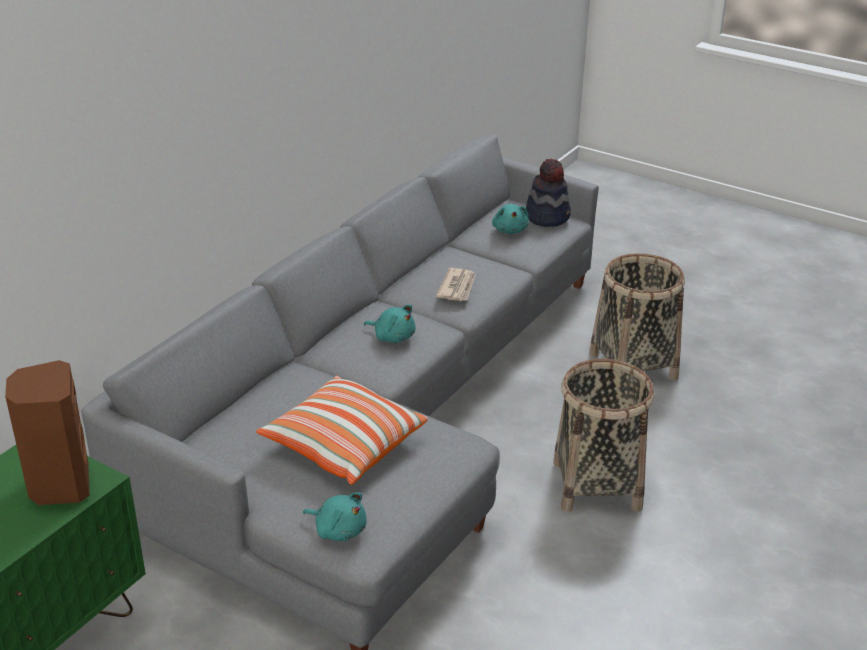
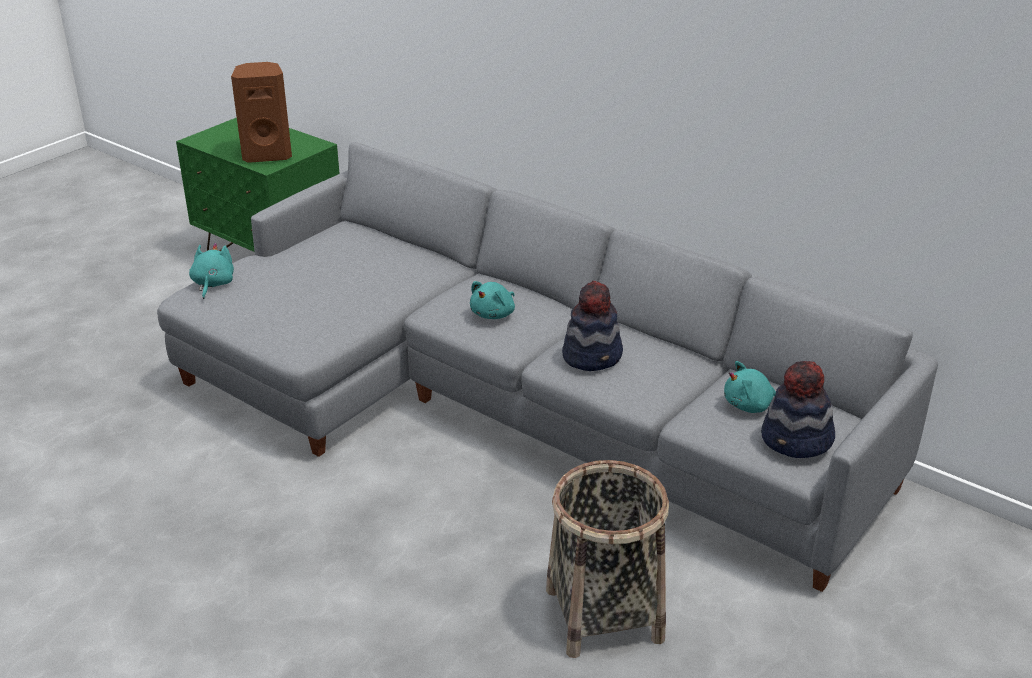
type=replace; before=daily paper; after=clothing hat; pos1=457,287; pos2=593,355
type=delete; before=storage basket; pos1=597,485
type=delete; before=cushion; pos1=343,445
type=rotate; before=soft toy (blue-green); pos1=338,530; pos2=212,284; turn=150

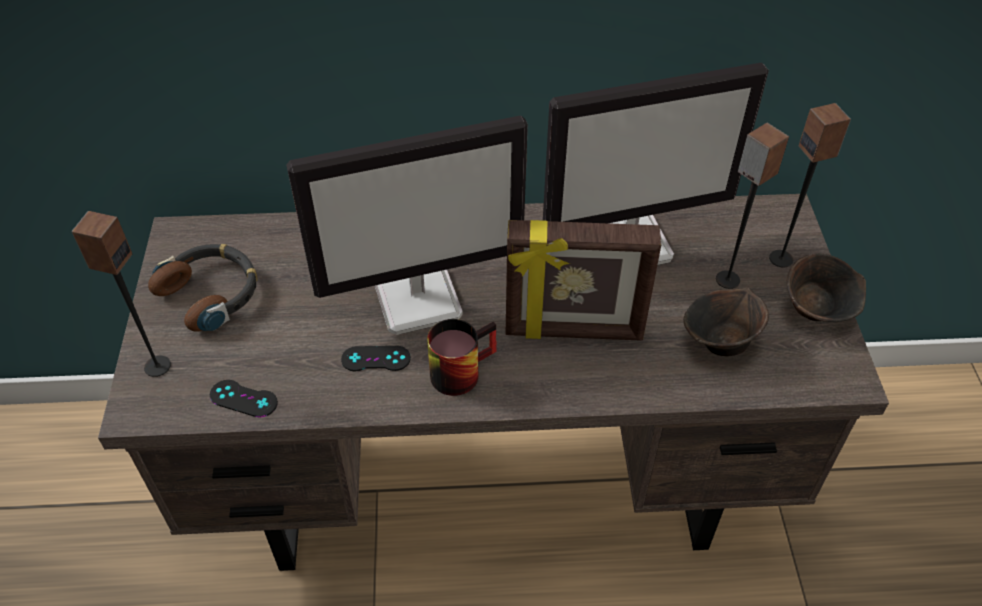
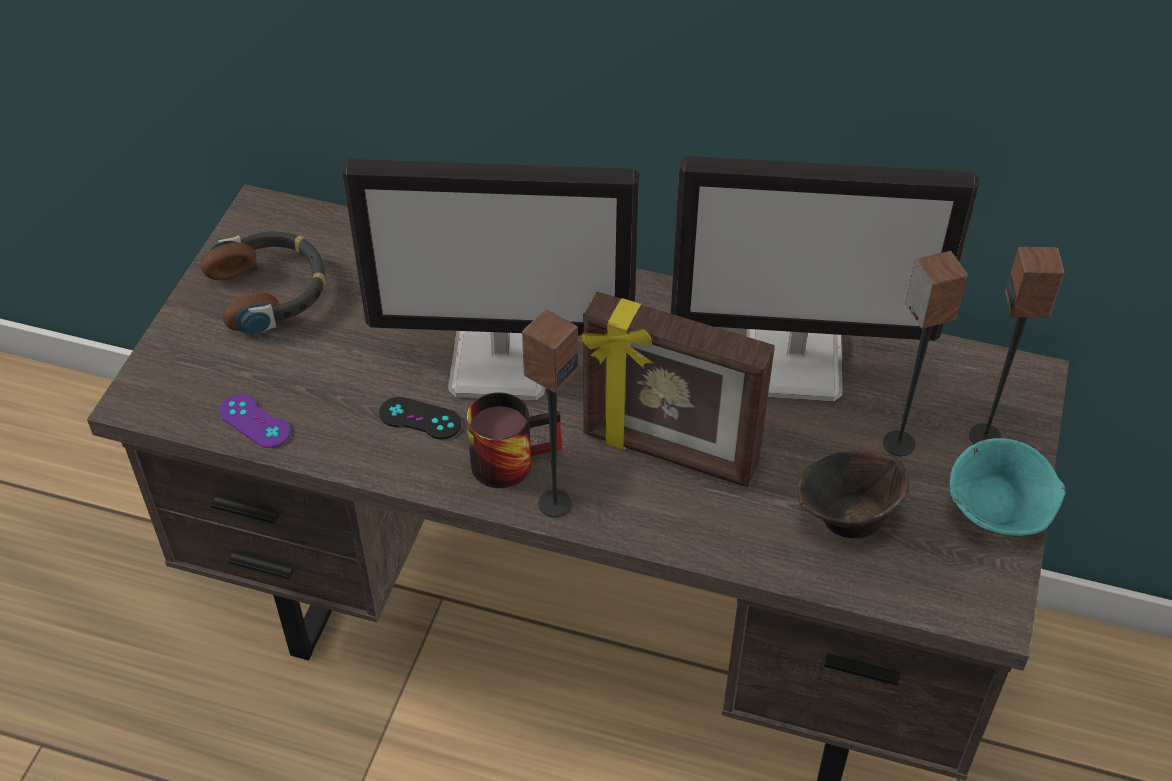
type=move; before=loudspeaker; pos1=157,366; pos2=554,503
type=recolor; before=deep dish (brown); after=deep dish (blue-green); pos1=817,310; pos2=997,515
type=recolor; before=gamepad (blackish); after=gamepad (purple-coloured); pos1=243,399; pos2=255,421

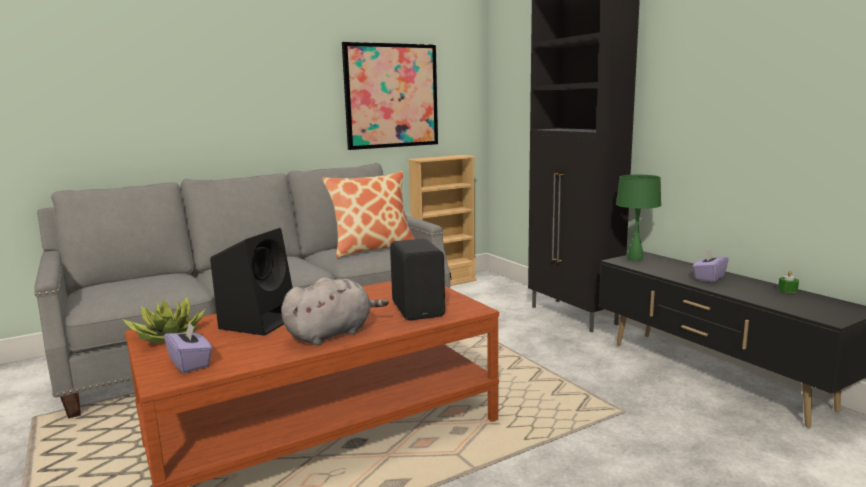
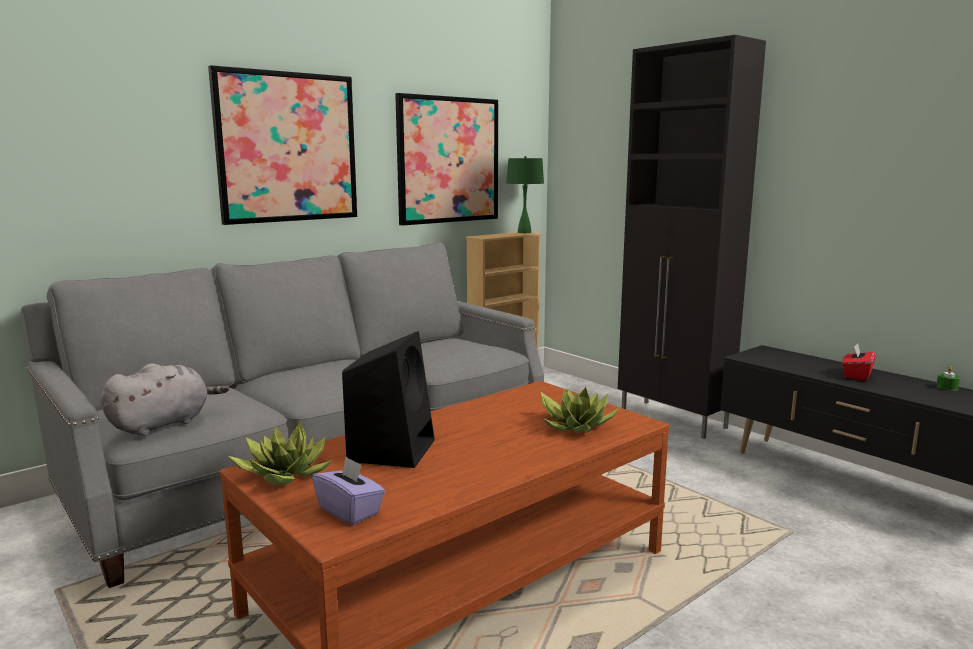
type=delete; before=cushion; pos1=372,249
type=move; before=table lamp (green-coloured); pos1=635,258; pos2=524,232
type=replace; before=loudspeaker (blackish); after=potted plant; pos1=419,309; pos2=576,425
type=recolor; before=box of tissues (purple-coloured); after=box of tissues (red-coloured); pos1=709,278; pos2=856,375
type=move; before=soft toy (greyish); pos1=332,334; pos2=164,424
type=insert; after=wall art; pos2=287,147

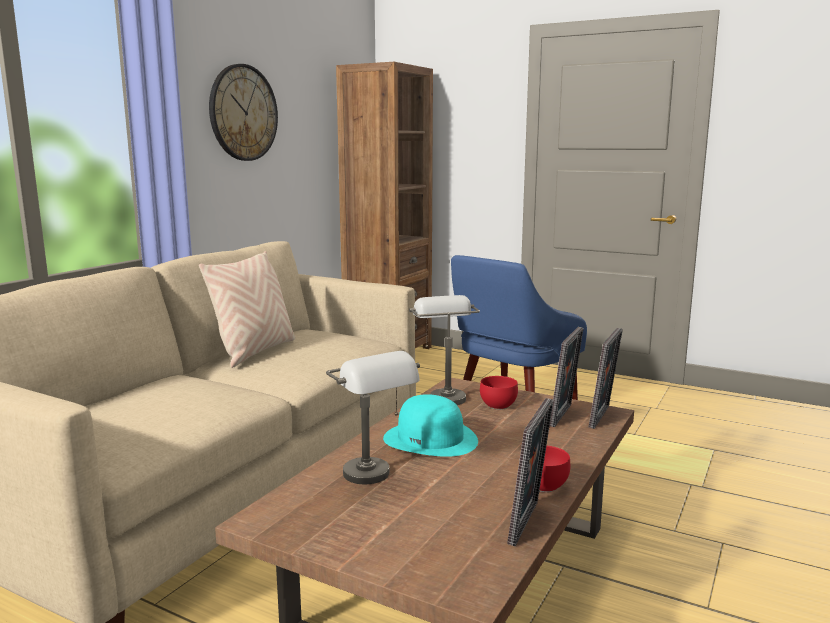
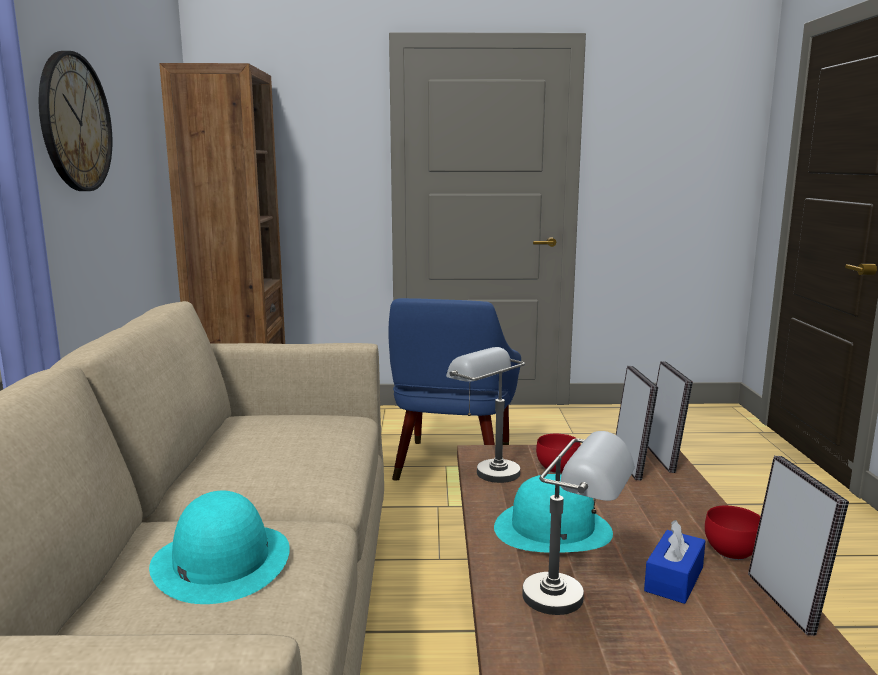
type=delete; before=cushion (sand-coloured); pos1=255,352
type=insert; after=clothing hat (blue-green); pos2=221,561
type=insert; after=box of tissues (bluish); pos2=674,579

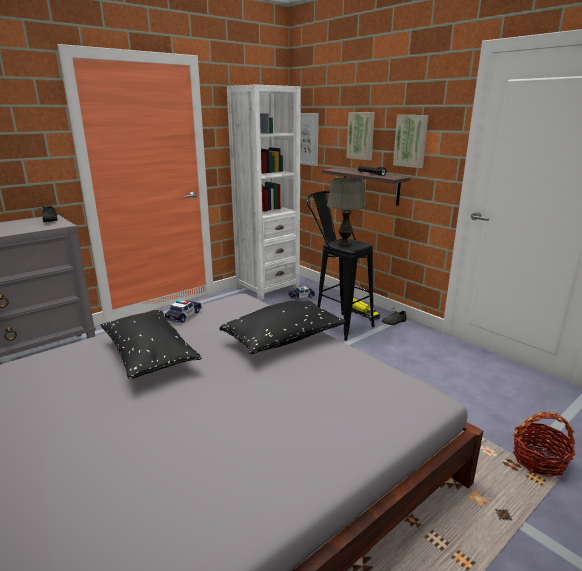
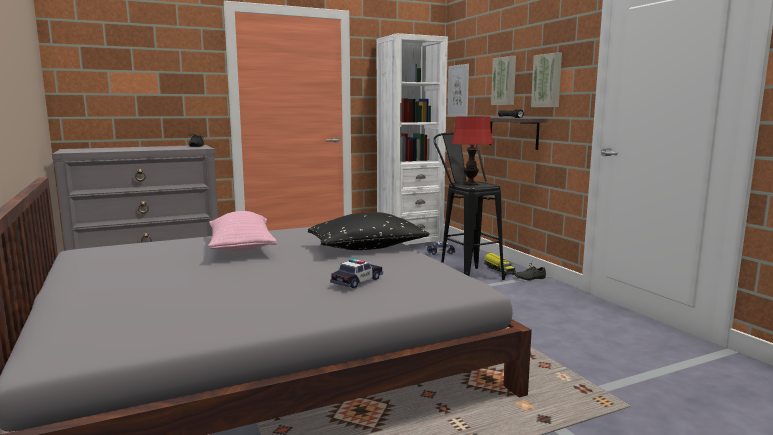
type=recolor; before=table lamp (greyish); after=table lamp (red-coloured); pos1=345,244; pos2=471,184
type=move; before=miniature car; pos1=183,315; pos2=357,281
type=recolor; before=cushion (blackish); after=cushion (pink-coloured); pos1=149,356; pos2=241,247
type=delete; before=storage basket; pos1=539,460

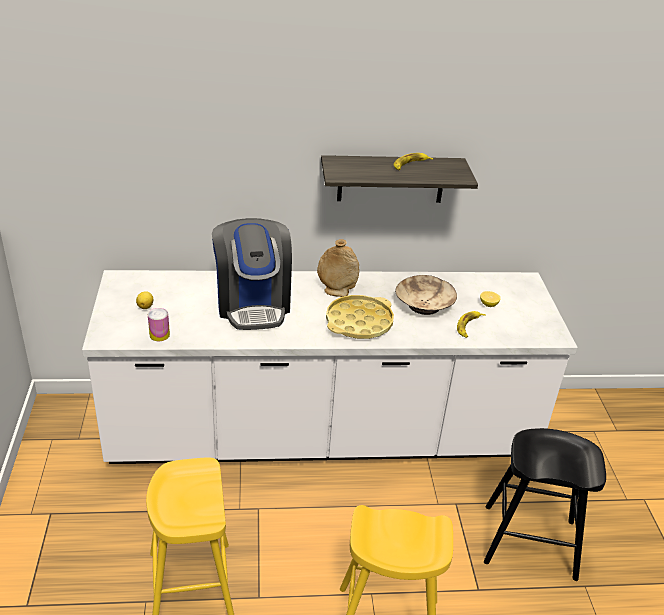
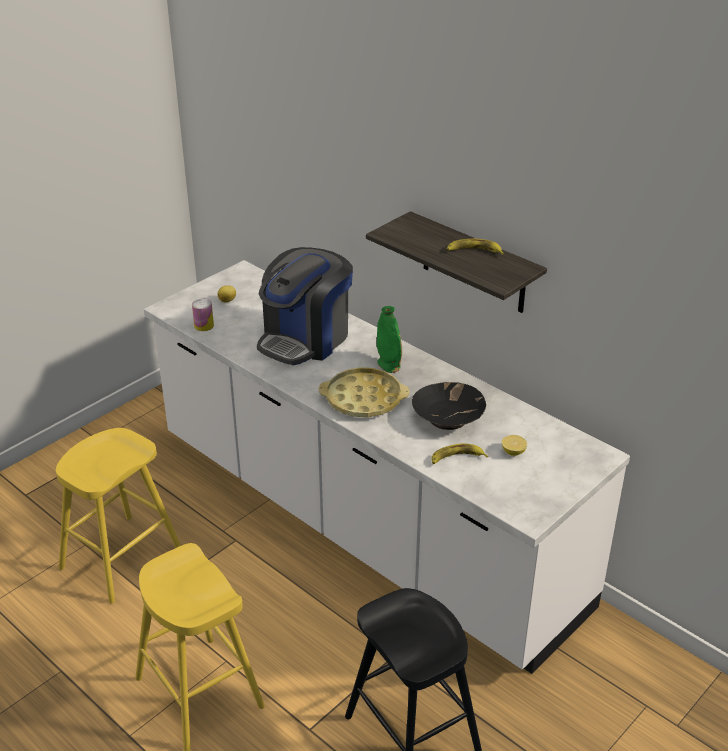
type=recolor; before=decorative vase (sand-coloured); after=decorative vase (green-coloured); pos1=336,292; pos2=388,365
type=recolor; before=deep dish (sand-coloured); after=deep dish (blackish); pos1=424,305; pos2=448,417

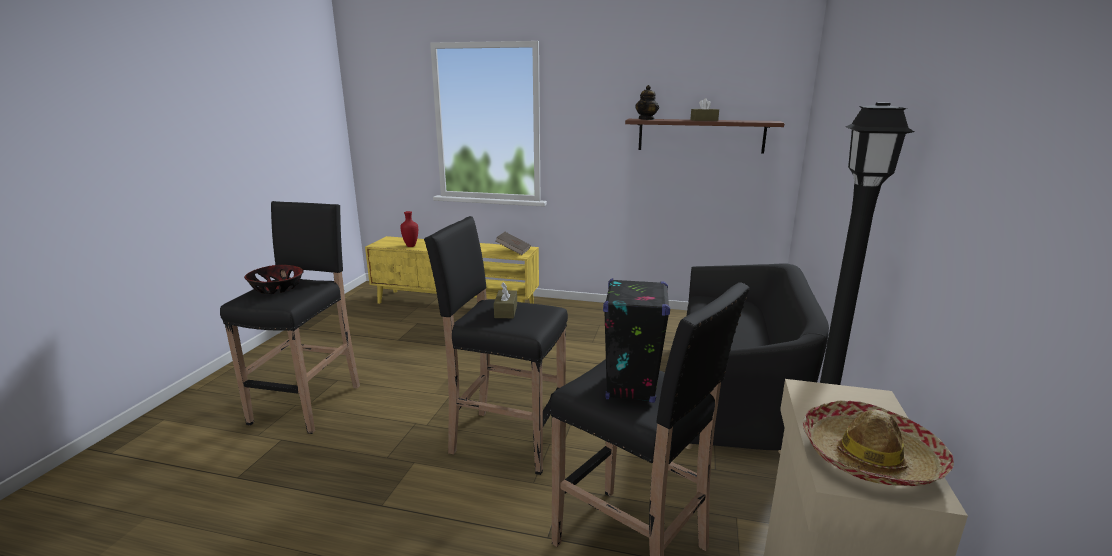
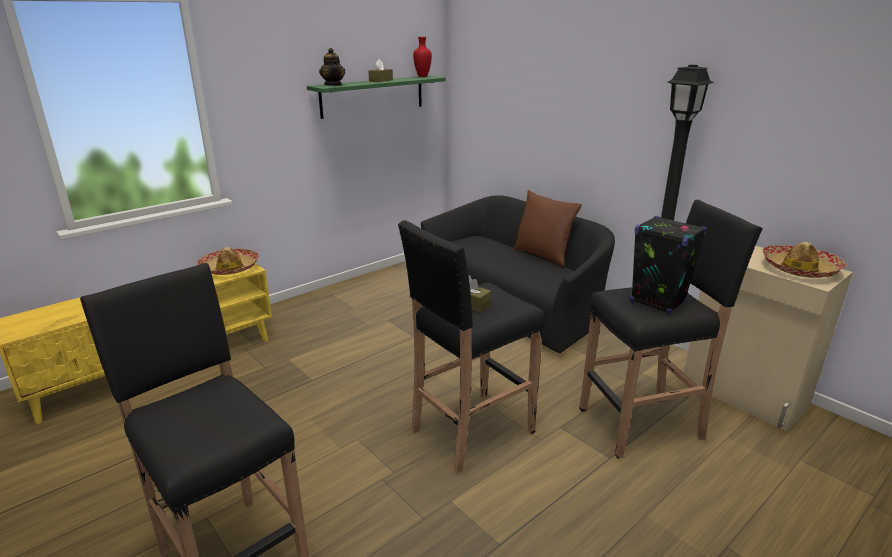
type=recolor; before=shelf (brown); after=shelf (green-coloured); pos1=701,135; pos2=373,96
type=move; before=decorative vase (red-coloured); pos1=410,246; pos2=422,76
type=replace; before=book (brown); after=clothing hat; pos1=513,251; pos2=229,268
type=delete; before=deep dish; pos1=277,289
type=insert; after=cushion (brown); pos2=543,256

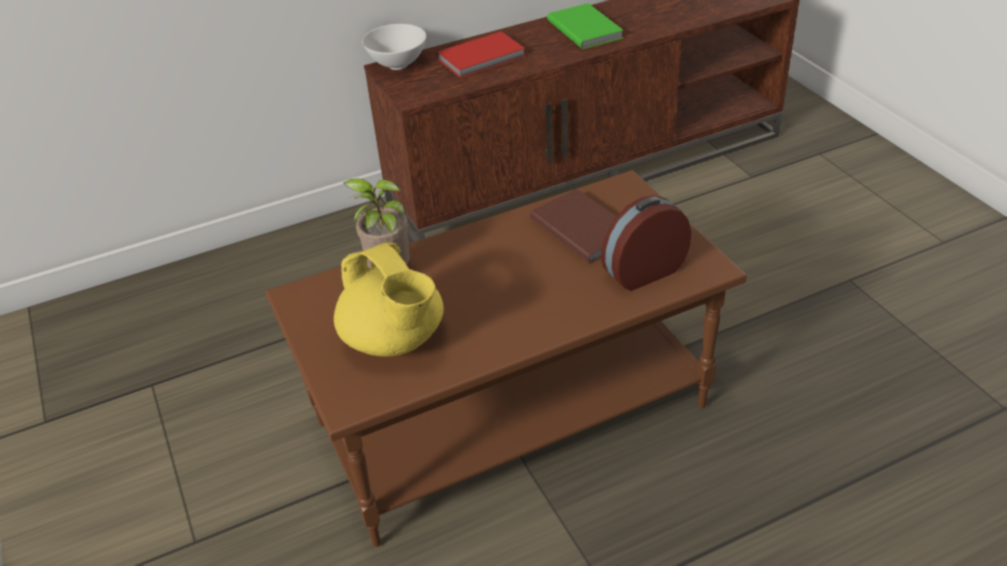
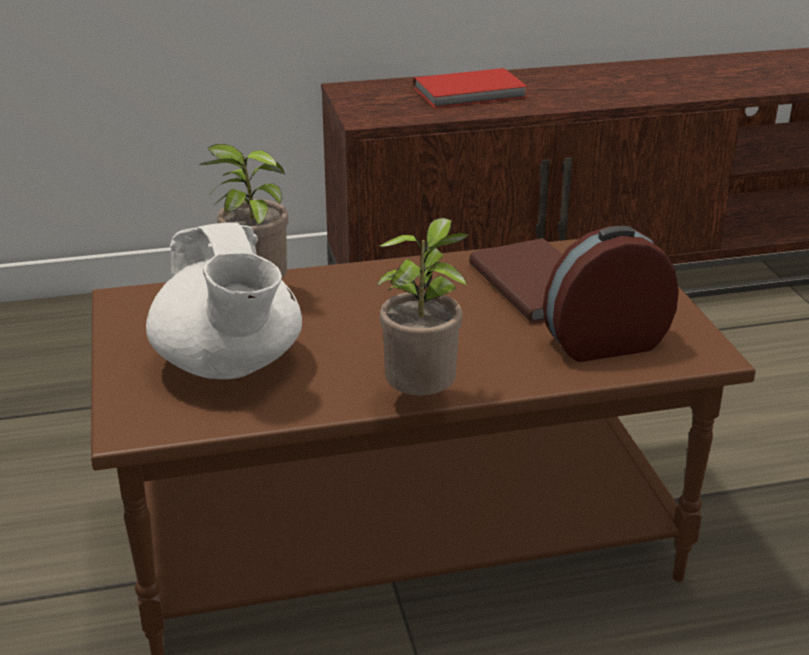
type=delete; before=book (green-coloured); pos1=586,28
type=delete; before=deep dish (white-coloured); pos1=397,65
type=recolor; before=teapot (yellow-coloured); after=teapot (white-coloured); pos1=394,339; pos2=229,365
type=insert; after=potted plant; pos2=423,399

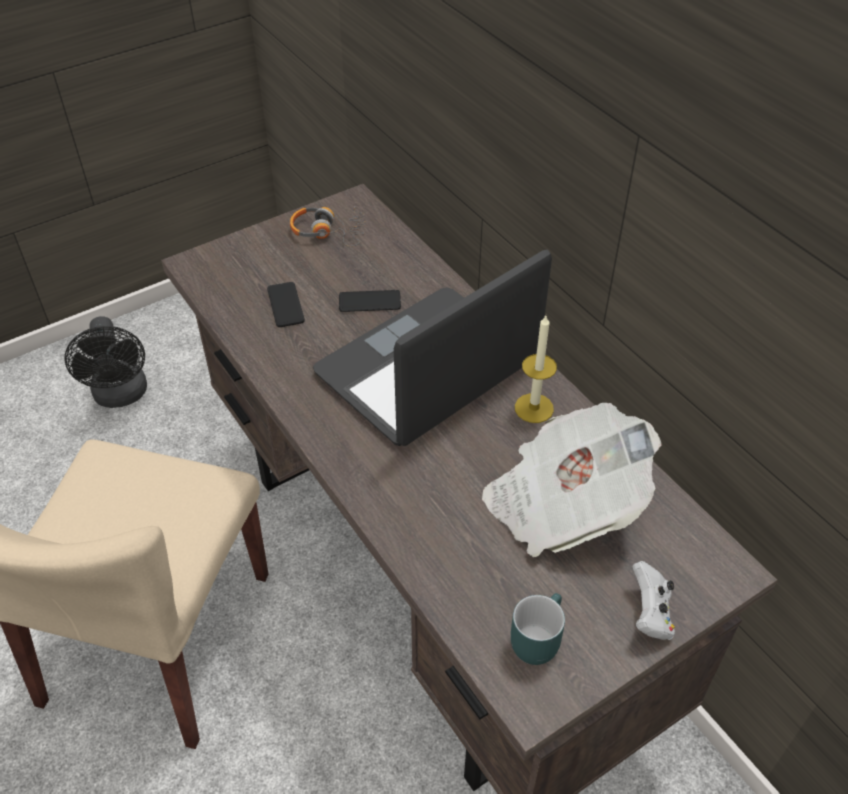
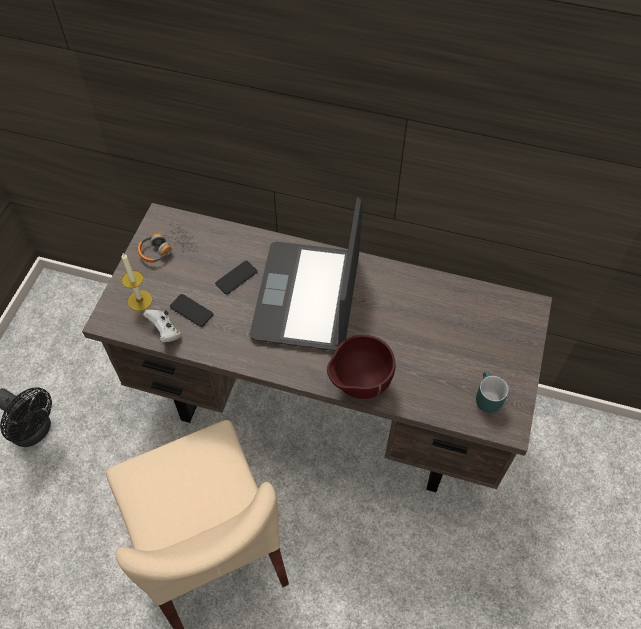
type=move; before=wax candle; pos1=534,408; pos2=140,300
type=delete; before=daily paper; pos1=563,504
type=move; before=gamepad (white-coloured); pos1=650,614; pos2=165,331
type=insert; after=deep dish (brown); pos2=358,384

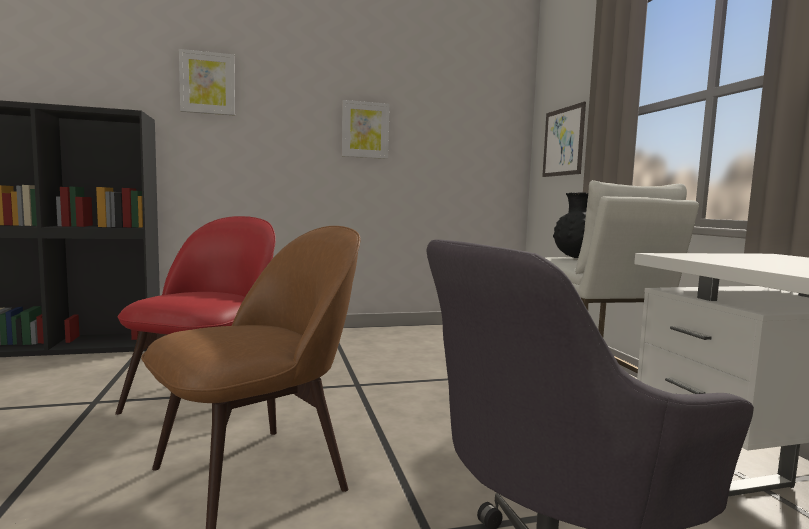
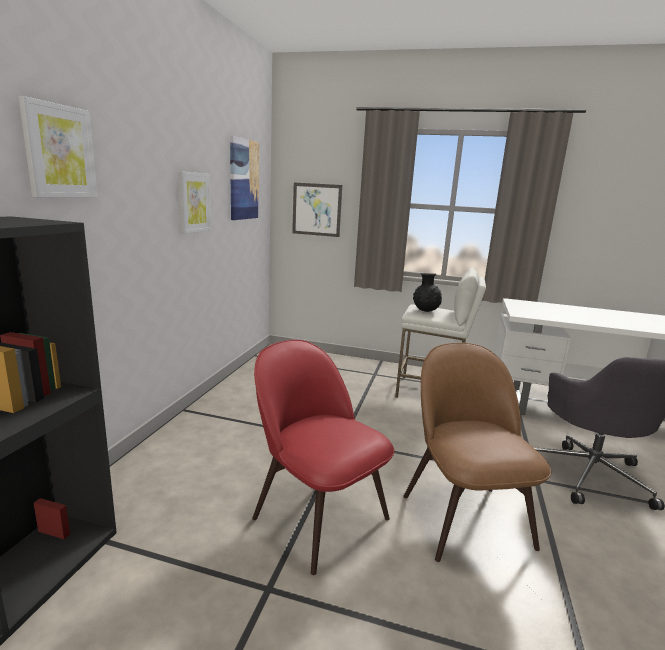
type=insert; after=wall art; pos2=244,180

